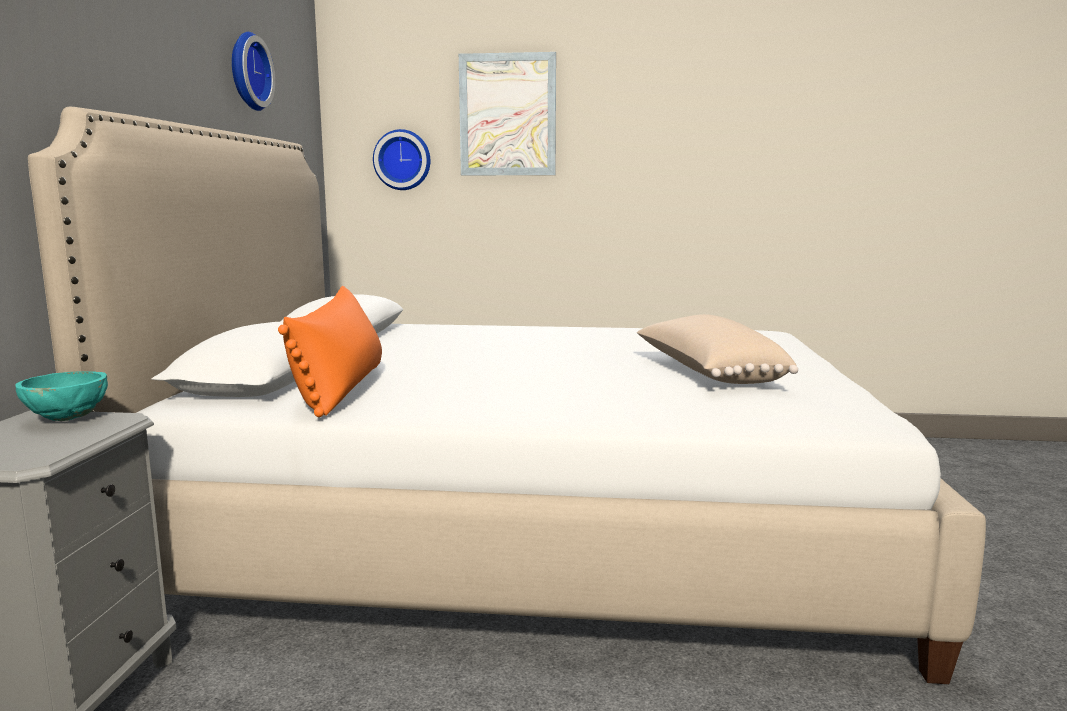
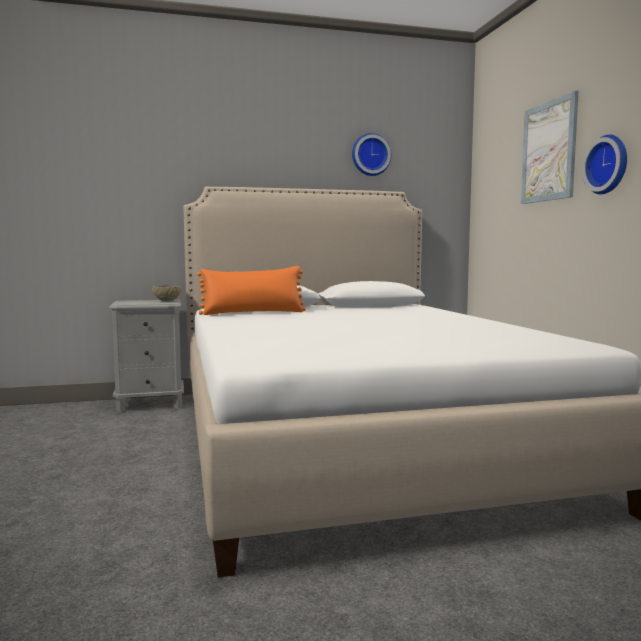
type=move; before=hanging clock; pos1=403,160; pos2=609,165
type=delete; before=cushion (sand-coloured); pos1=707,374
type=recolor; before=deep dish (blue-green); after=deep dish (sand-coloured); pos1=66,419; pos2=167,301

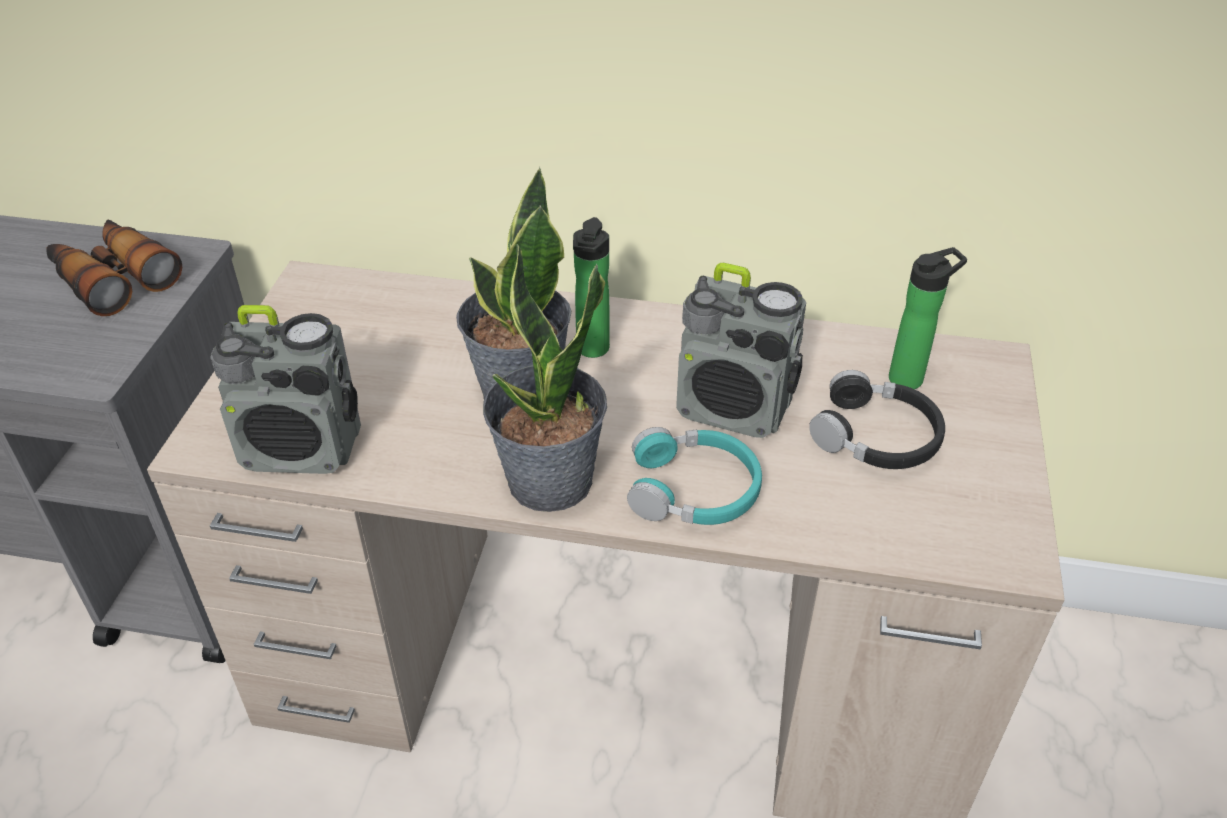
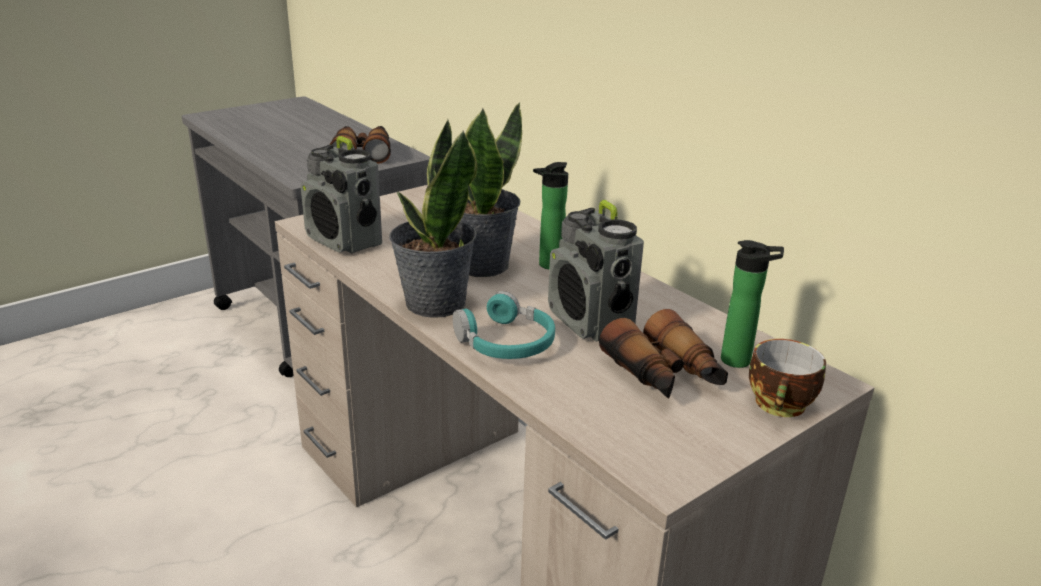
type=replace; before=headset (blackish); after=binoculars; pos1=876,437; pos2=665,375
type=insert; after=cup; pos2=781,406

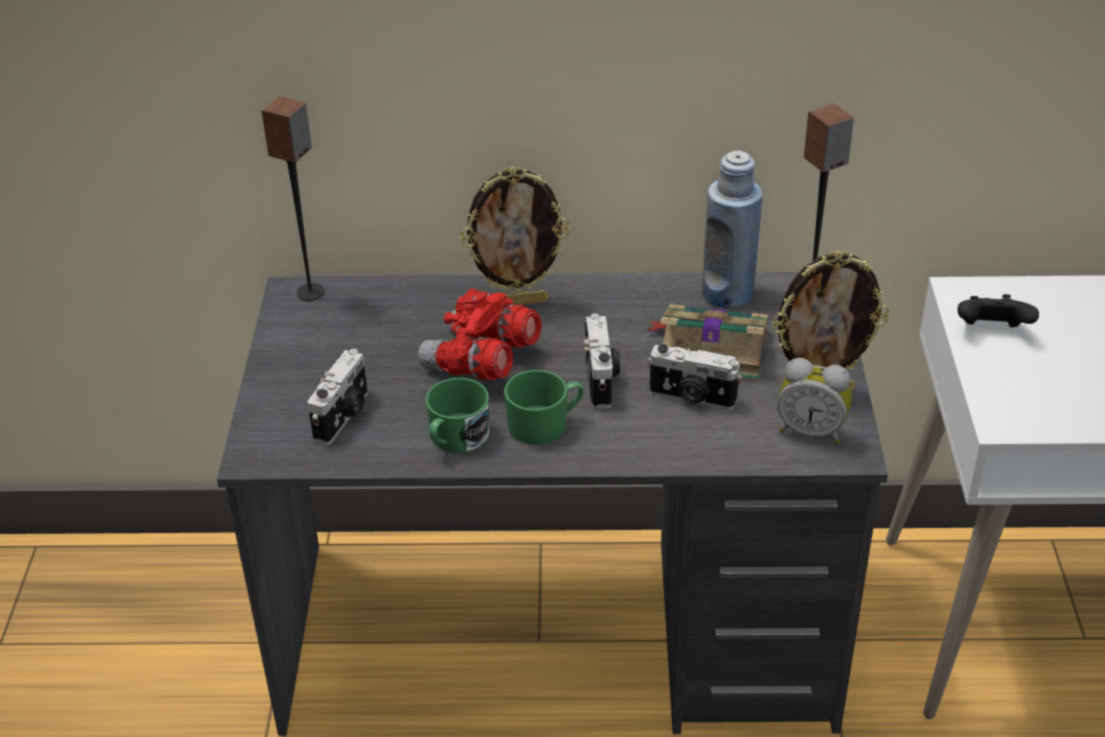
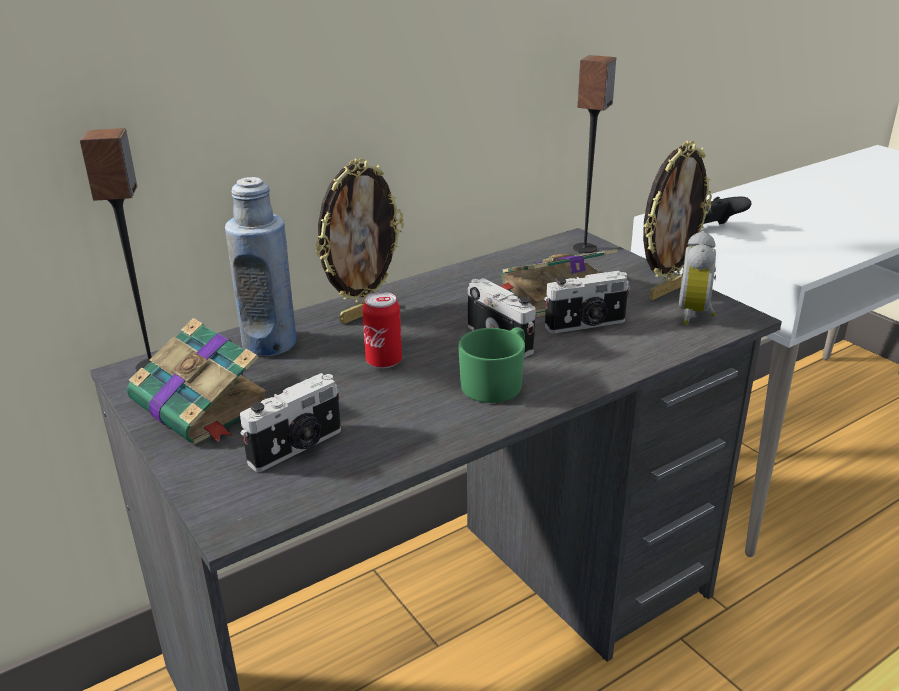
type=move; before=drink bottle (bluish); pos1=727,294; pos2=269,343
type=replace; before=binoculars (red-coloured); after=sealed can; pos1=481,362; pos2=384,361
type=rotate; before=still camera; pos1=344,416; pos2=298,448; turn=60
type=rotate; before=alarm clock; pos1=811,431; pos2=696,314; turn=120
type=delete; before=coffee mug (green-coloured); pos1=455,439
type=insert; after=book; pos2=202,405

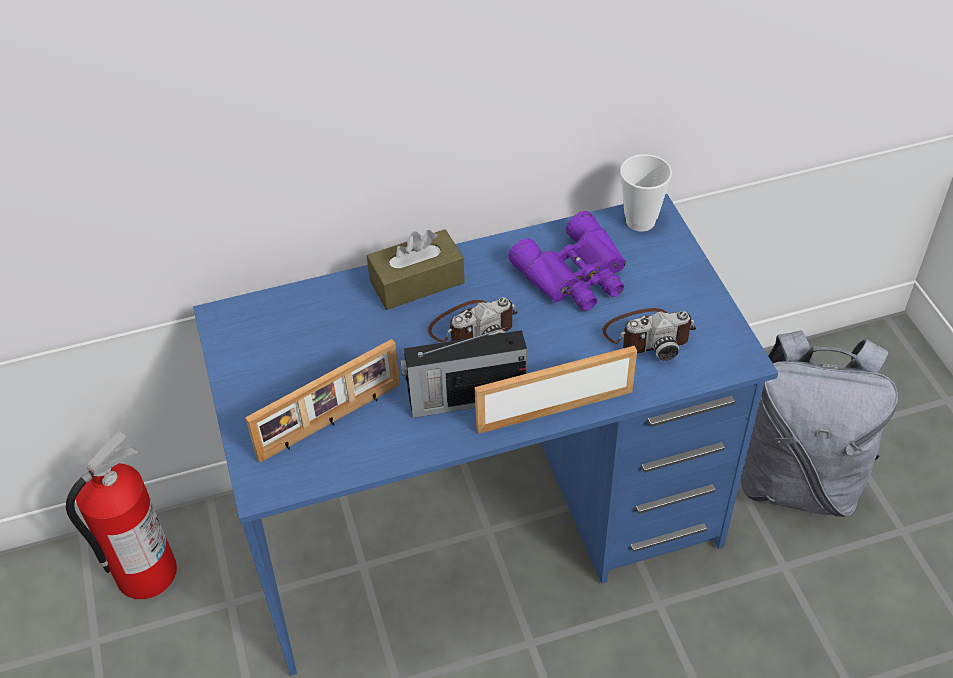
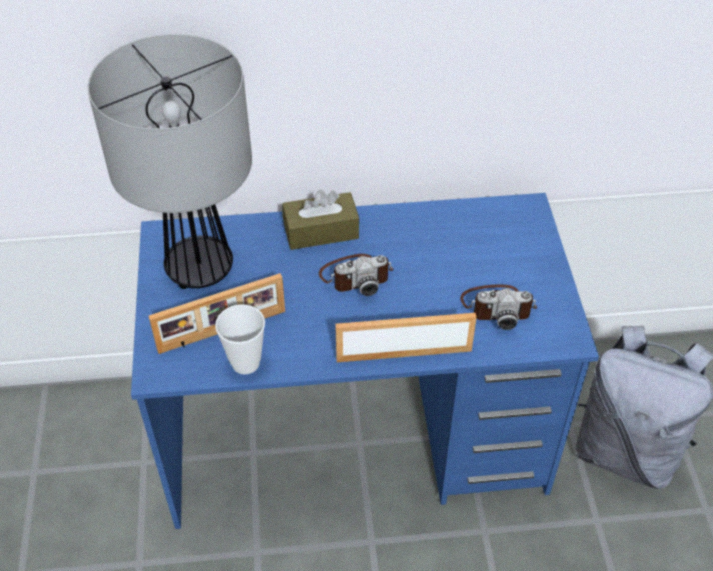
type=move; before=cup; pos1=640,221; pos2=245,363
type=delete; before=binoculars (purple-coloured); pos1=576,275
type=delete; before=radio set; pos1=465,399
type=delete; before=fire-fighting cylinder; pos1=144,573
type=insert; after=table lamp; pos2=199,269

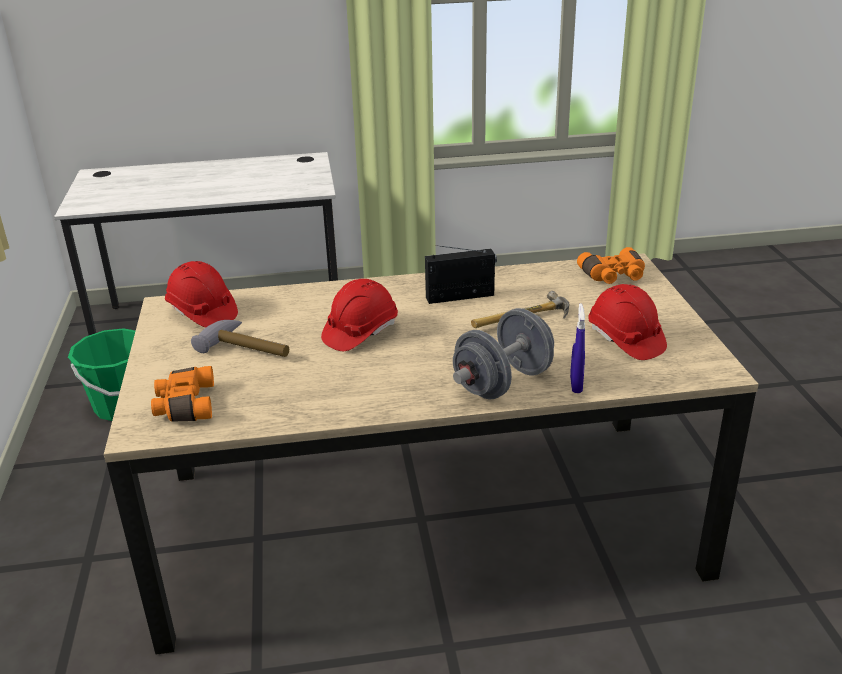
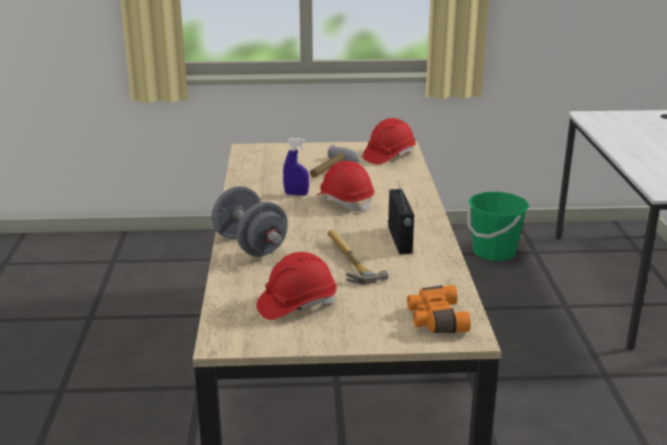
type=move; before=sprayer (bluish); pos1=576,385; pos2=296,194
type=delete; before=binoculars (orange-coloured); pos1=184,405

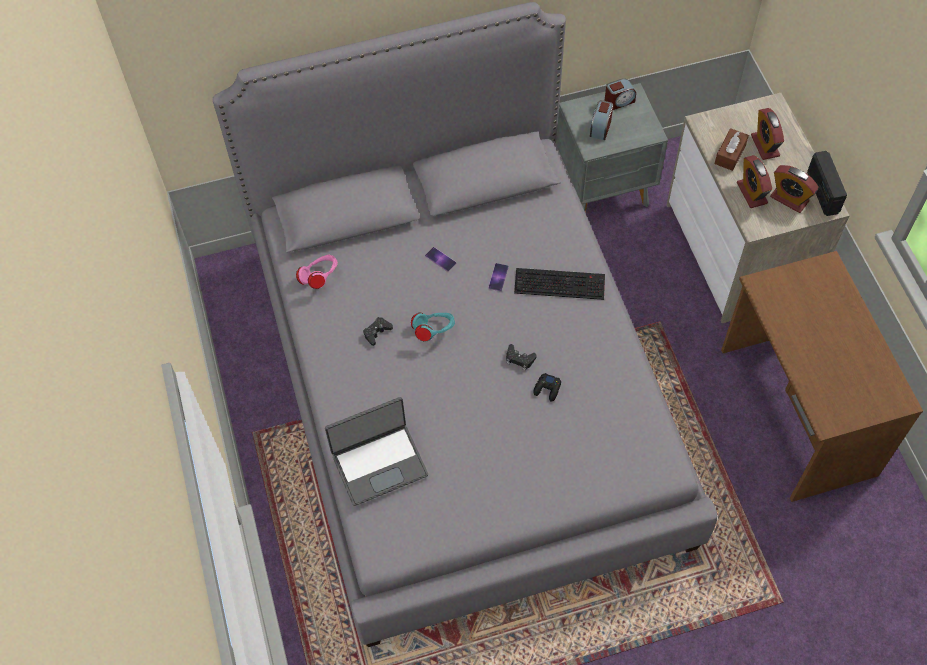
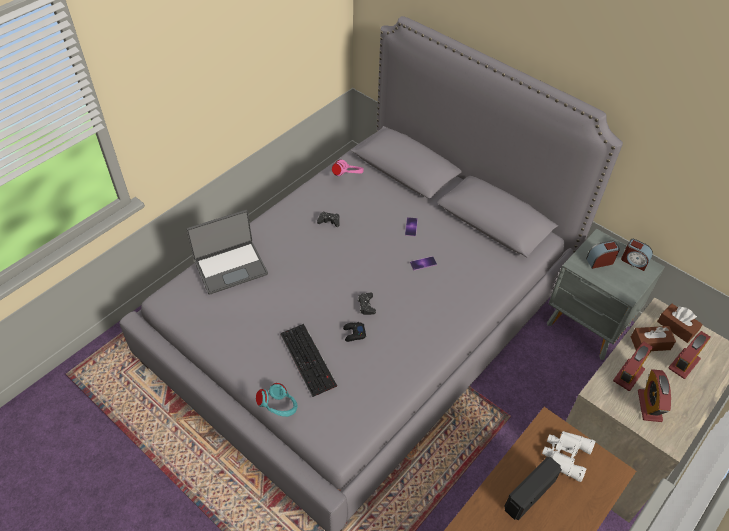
type=move; before=radio set; pos1=822,192; pos2=528,494
type=move; before=keyboard; pos1=560,283; pos2=309,360
type=move; before=headset (blue-green); pos1=434,331; pos2=279,408
type=rotate; before=laptop; pos1=379,463; pos2=230,267; turn=-60
type=insert; after=box of tissues (brown); pos2=676,327
type=insert; after=binoculars (white-coloured); pos2=565,455

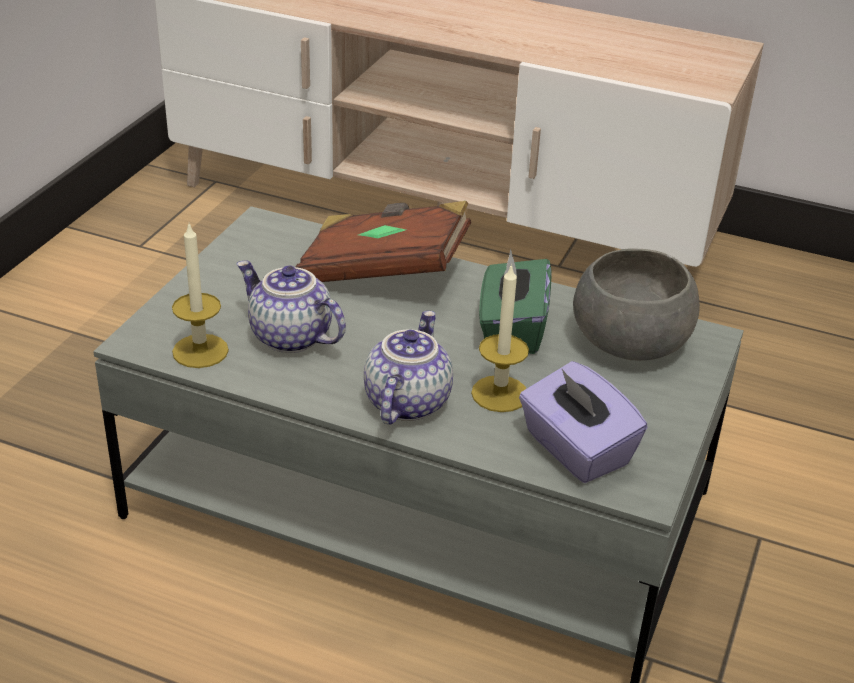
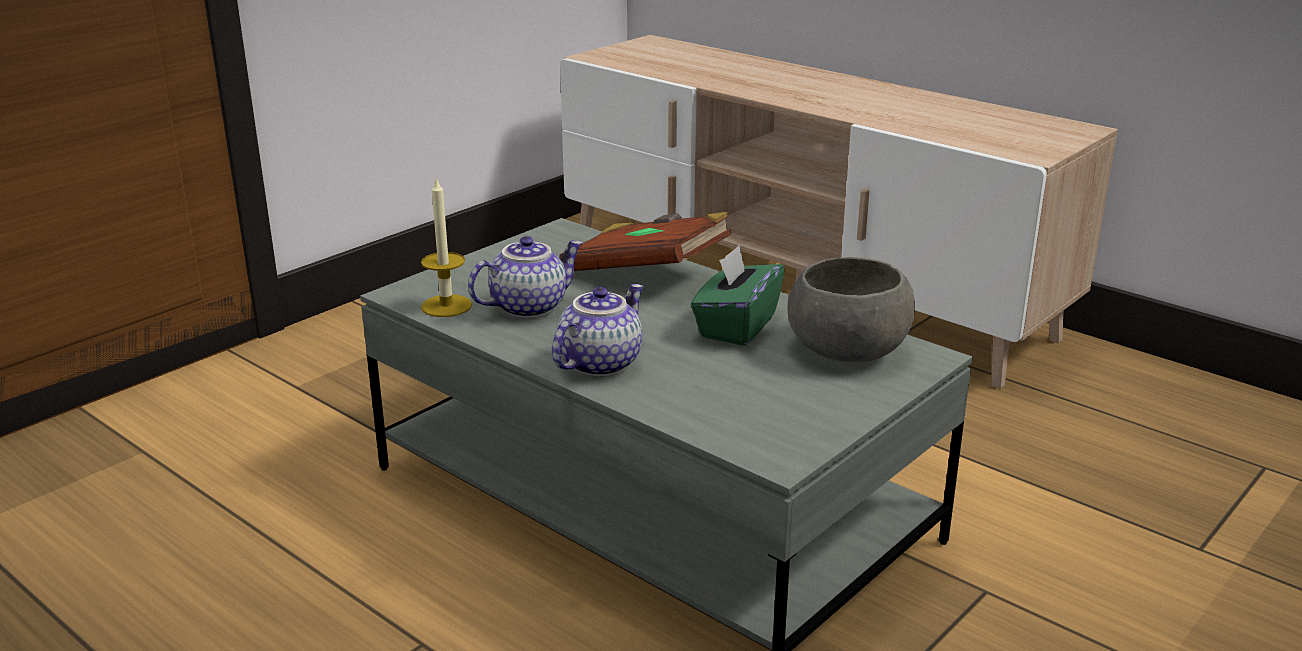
type=rotate; before=teapot; pos1=289,337; pos2=528,306; turn=90
type=delete; before=wax candle; pos1=499,394
type=delete; before=box of tissues (purple-coloured); pos1=575,450

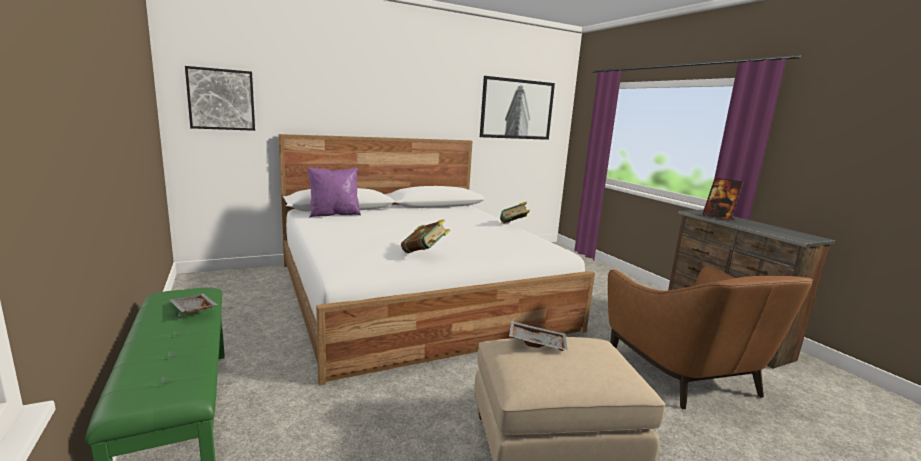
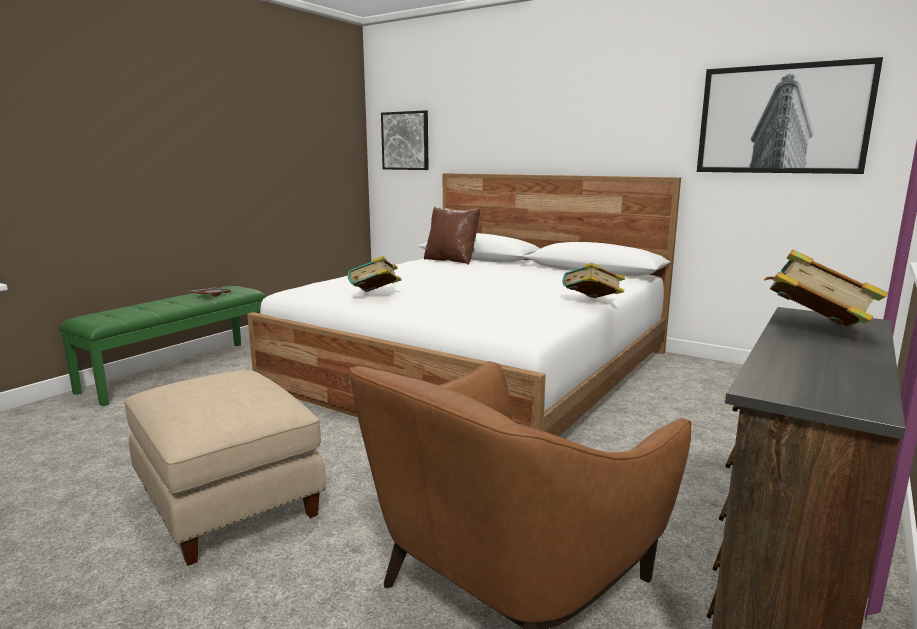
type=recolor; before=cushion (purple-coloured); after=cushion (brown); pos1=334,214; pos2=451,260
type=replace; before=standing frame; after=book; pos1=718,217; pos2=814,328
type=delete; before=carrying tray (greyish); pos1=537,342

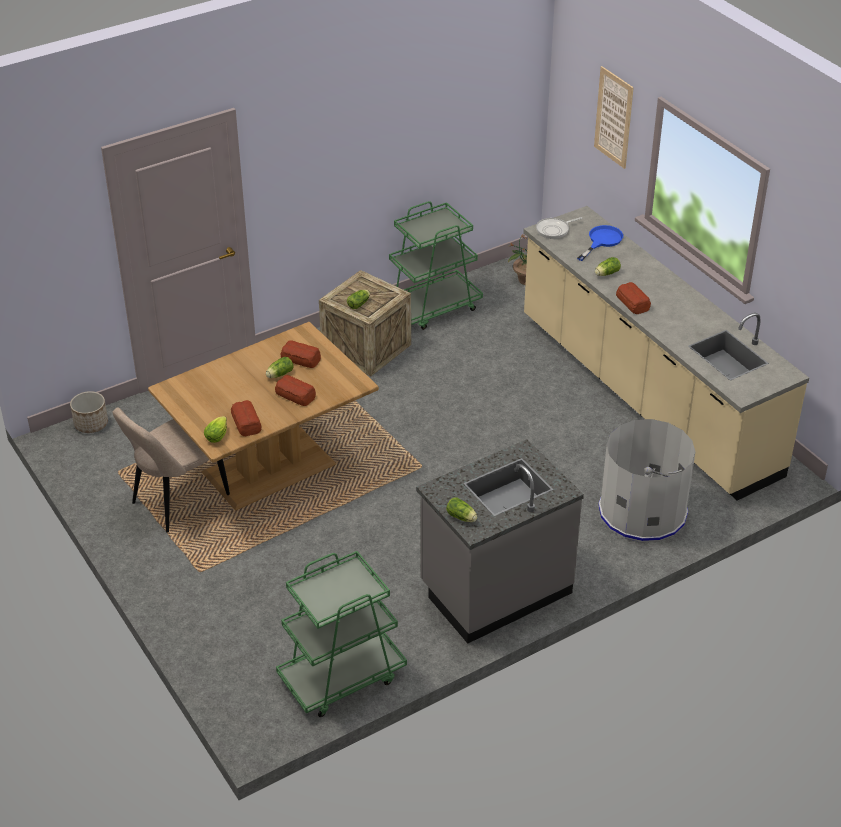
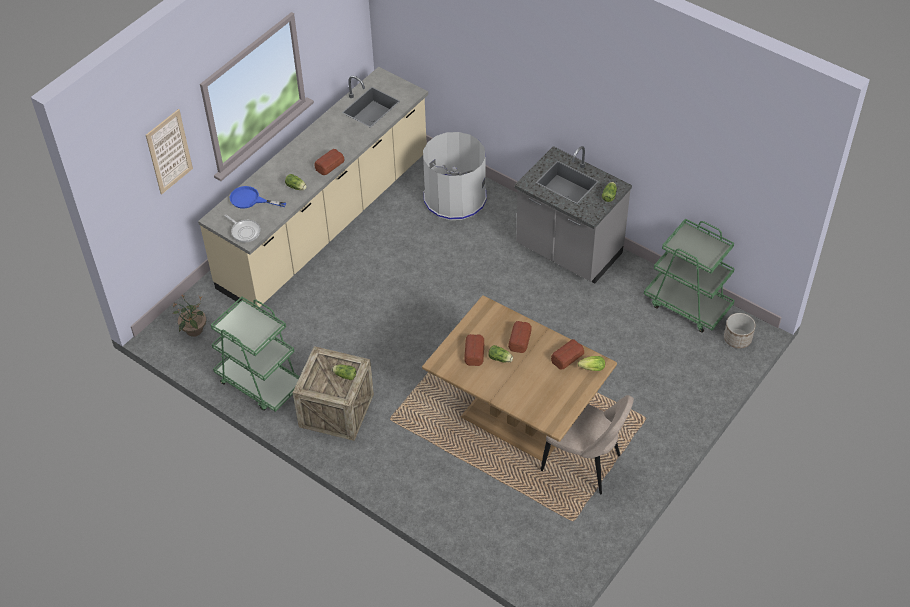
type=move; before=plant pot; pos1=91,424; pos2=737,339

